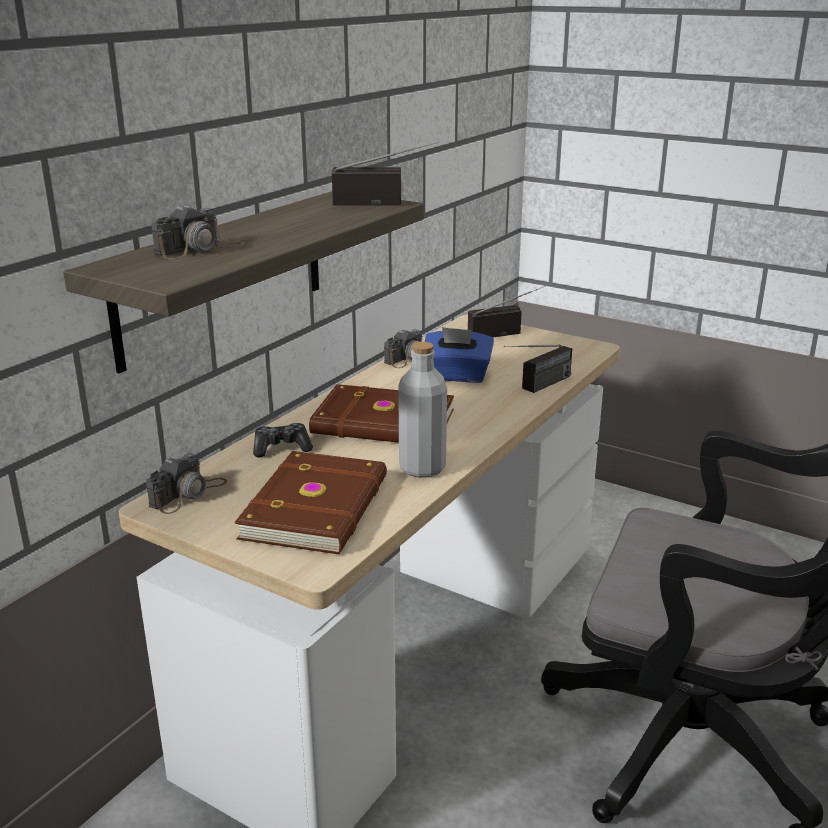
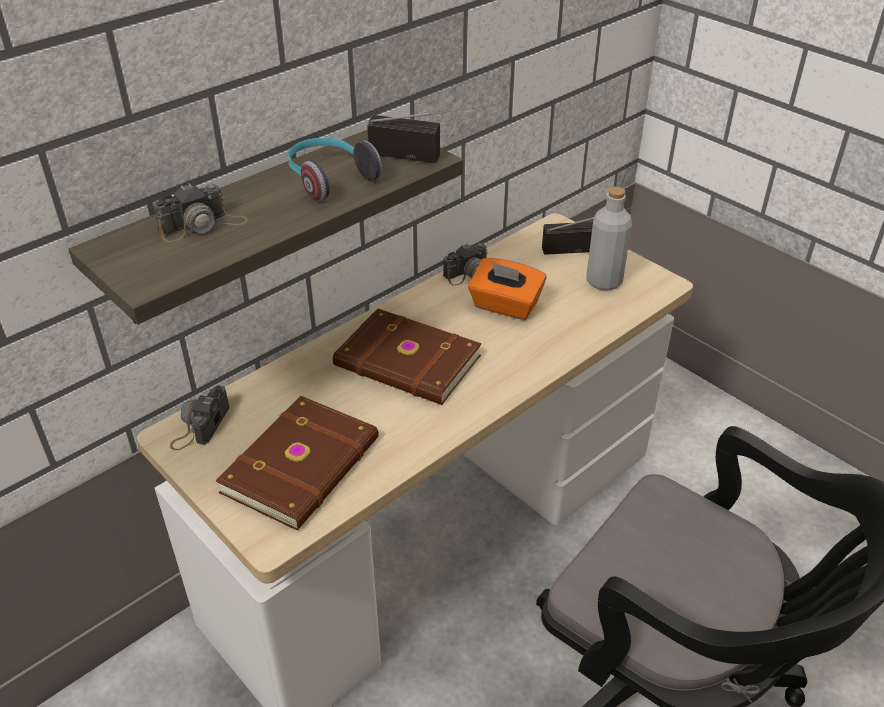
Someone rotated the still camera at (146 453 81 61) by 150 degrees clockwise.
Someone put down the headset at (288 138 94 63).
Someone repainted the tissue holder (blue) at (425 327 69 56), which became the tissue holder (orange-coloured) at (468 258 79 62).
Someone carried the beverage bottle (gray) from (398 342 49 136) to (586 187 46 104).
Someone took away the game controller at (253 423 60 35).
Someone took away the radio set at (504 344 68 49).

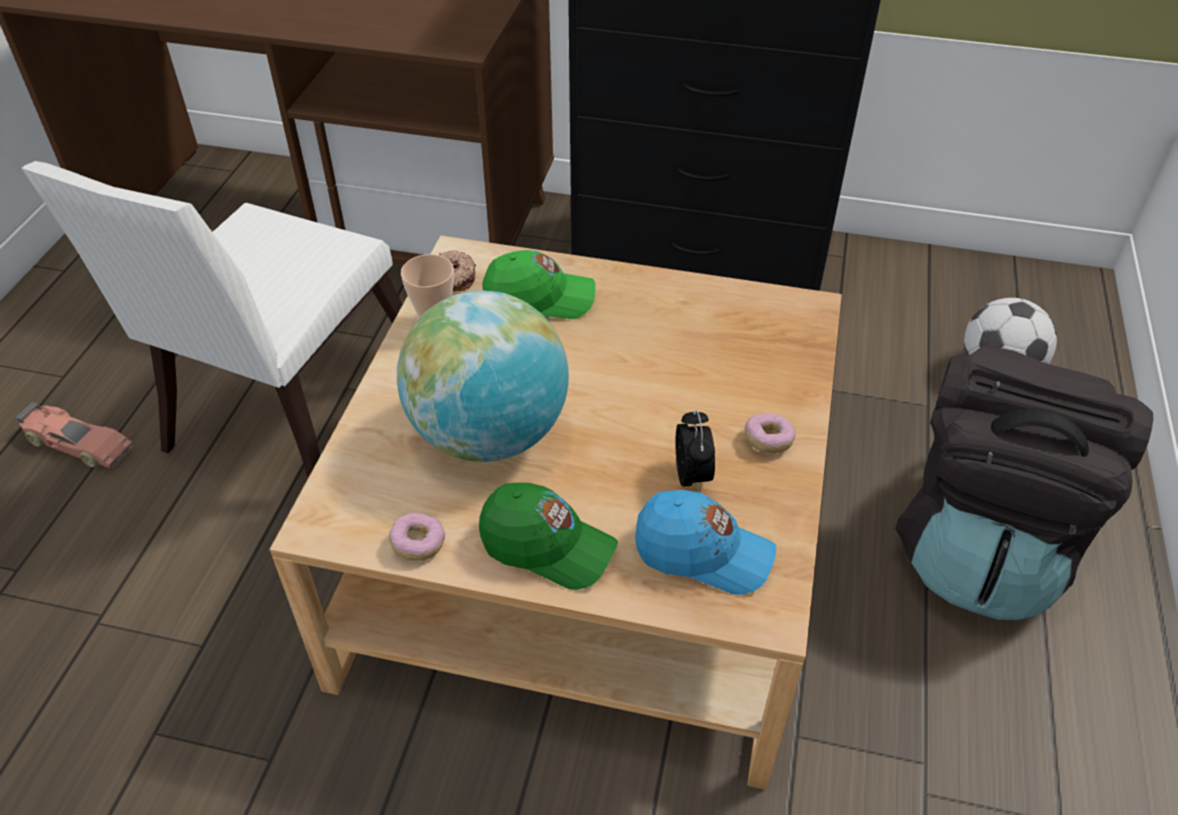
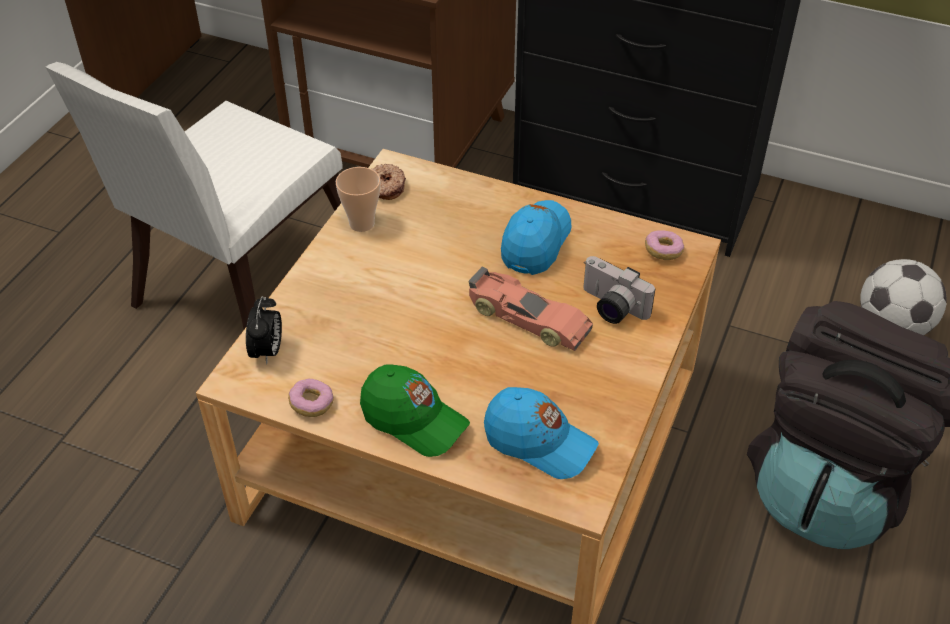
Someone carried the table clock from (675 410 40 82) to (246 296 36 69).
Someone carried the toy car from (16 402 117 67) to (469 267 124 84).
Someone put down the cap (blue) at (501 200 70 75).
Someone put down the still camera at (583 256 72 68).
Someone carried the donut from (744 413 52 40) to (645 230 39 30).
Someone took away the globe at (397 291 172 171).
Someone took away the cap (green) at (483 250 113 69).

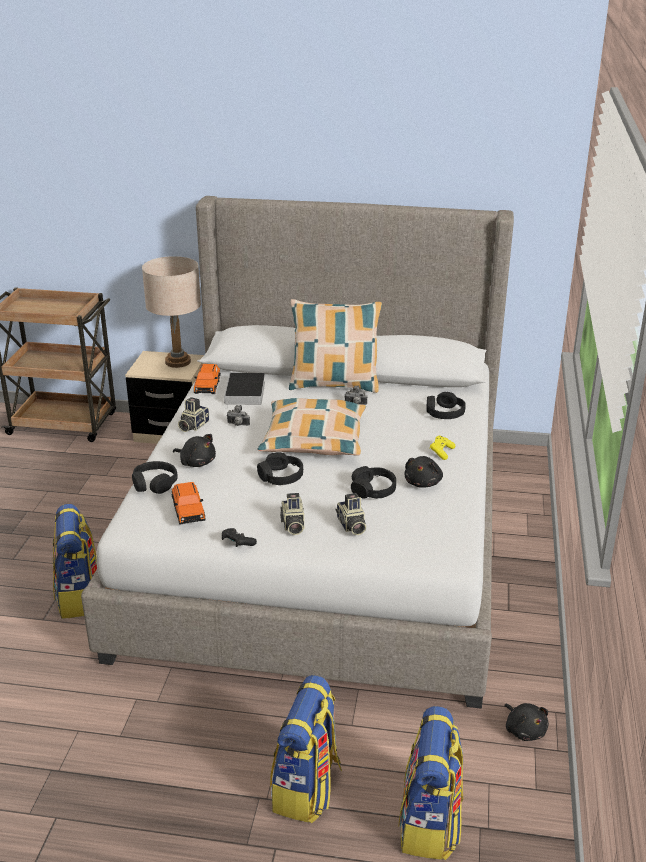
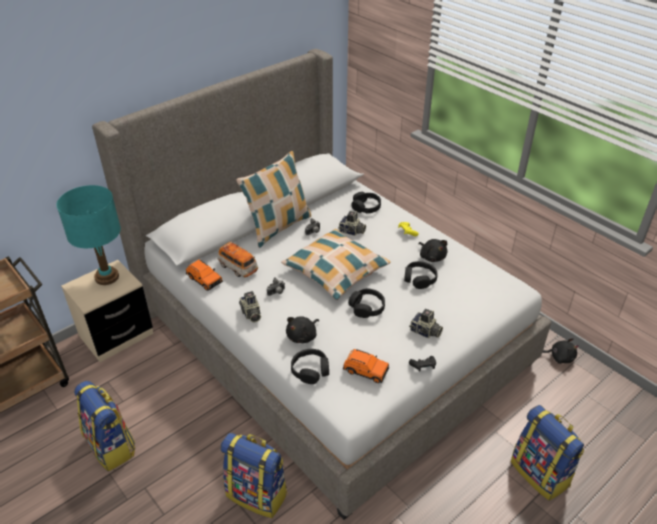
Someone repainted the lamp for a table (beige-coloured) at (142 256 59 112), which became the lamp for a table (blue-green) at (56 185 65 100).
Someone carried the knapsack from (398 706 66 154) to (74 381 61 91).
Someone swapped the volume at (224 373 41 36) for the toy car at (218 242 40 36).
Someone rotated the cuddly toy (blackish) at (173 434 43 33) by 150 degrees clockwise.
Someone carried the still camera from (335 493 31 42) to (338 211 28 25).

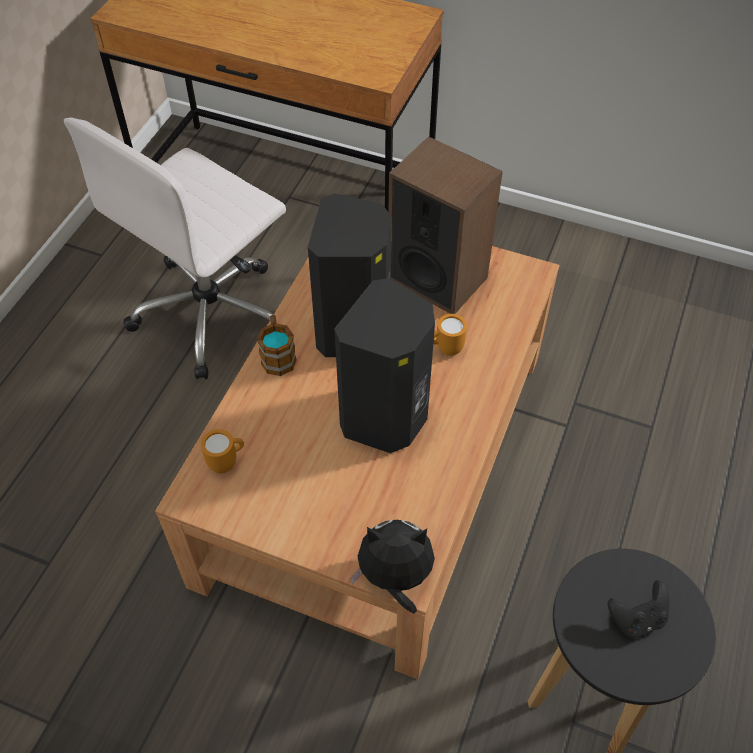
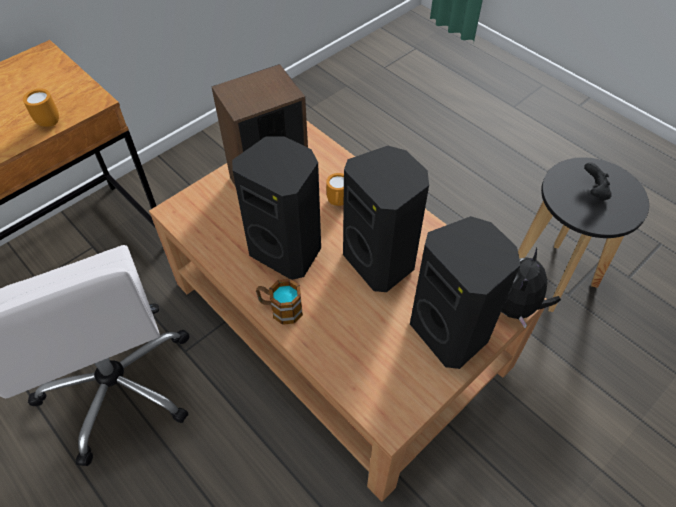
Someone carried the tea mug (orange-coloured) from (201 429 43 45) to (23 89 36 38).
Someone put down the speaker (blackish) at (410 216 110 153).

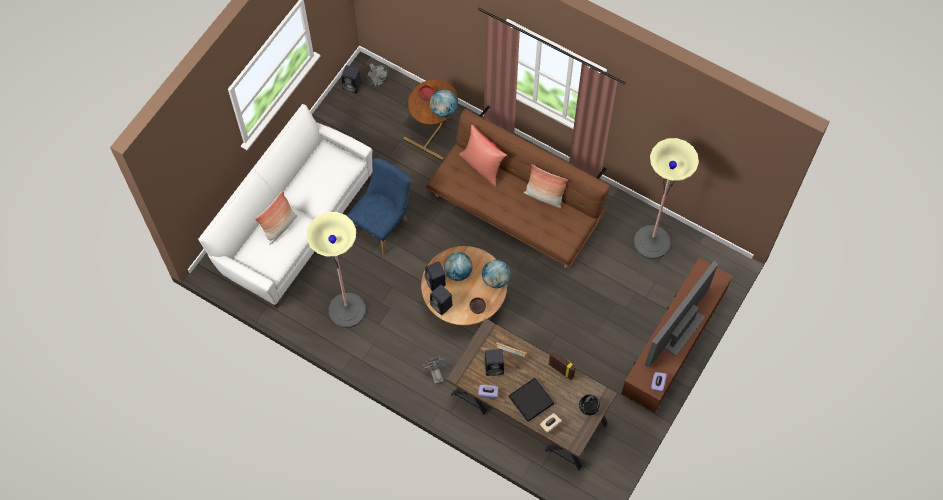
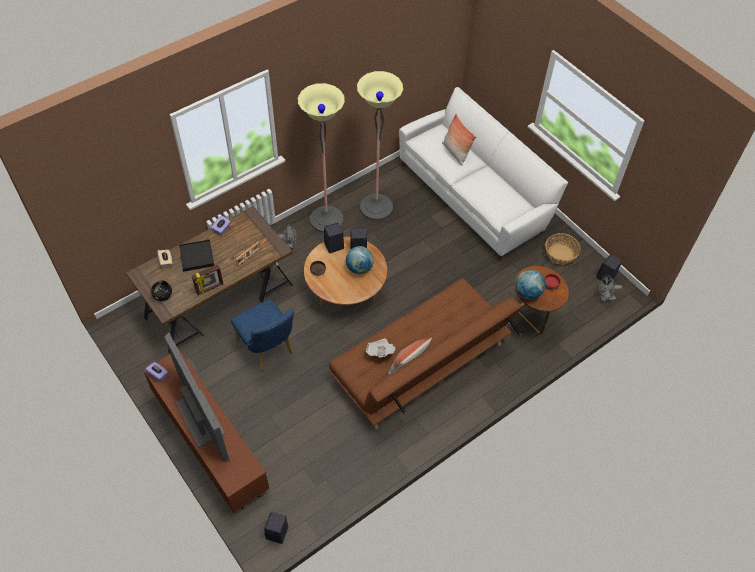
Someone carried the chair (blue) from (347 158 64 96) to (231 299 63 72).
Someone carried the speaker (blackish) from (485 349 19 27) to (264 512 24 32).
Someone carried the standard lamp from (634 138 65 121) to (298 83 47 150).
Someone put down the printed paper at (366 338 30 20).
Someone put down the basket at (545 233 35 32).
Someone took away the cushion (red-coloured) at (459 125 48 61).
Someone took away the globe at (482 260 29 28).

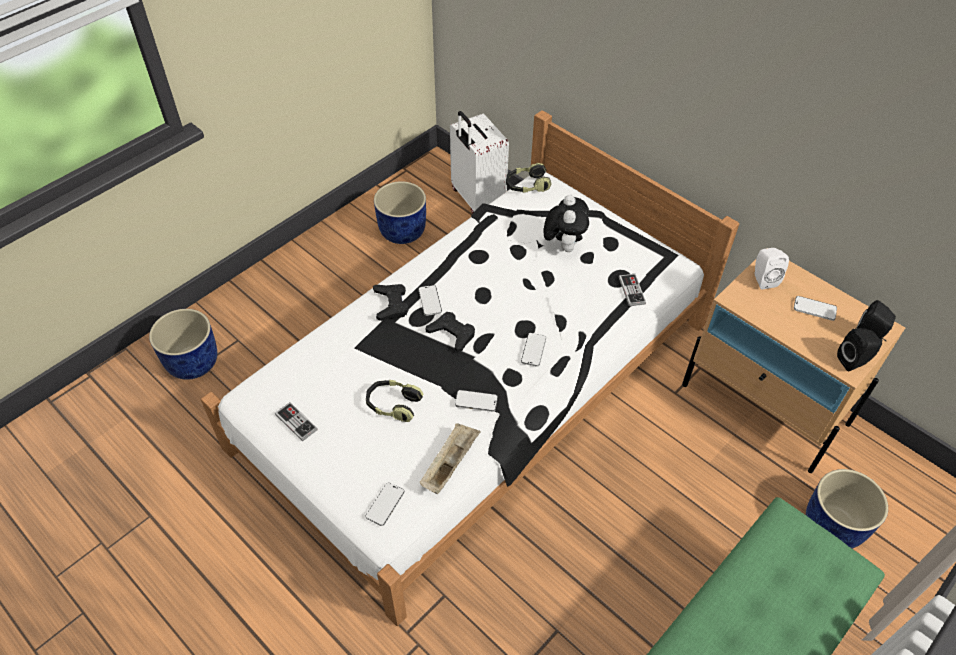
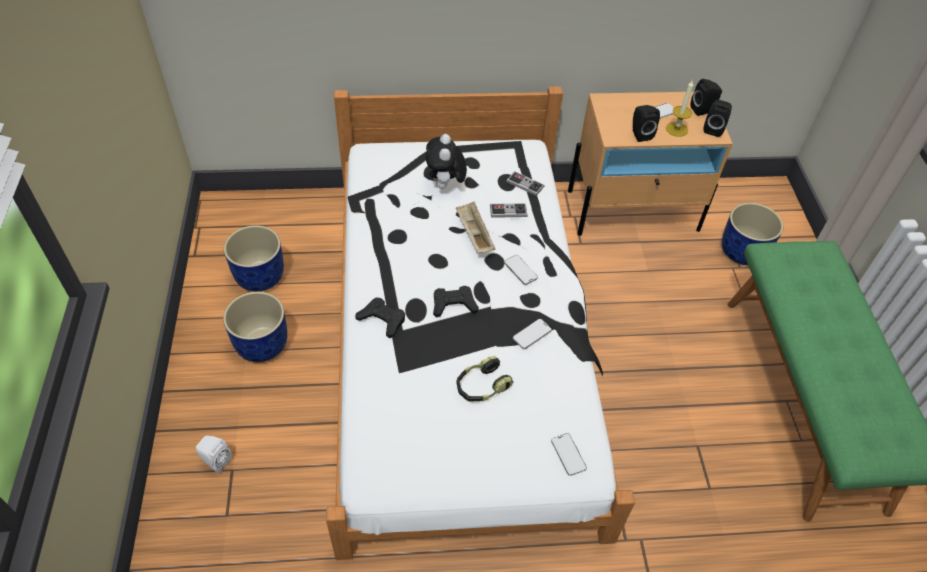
Someone carried the speaker (white) from (754 248 35 41) to (196 436 36 37).
Someone carried the flower pot (blue) from (149 309 68 71) to (223 292 64 70).
Someone rotated the cuddly toy at (544 195 45 57) by 135 degrees counterclockwise.
Someone carried the serving tray (beige-coloured) from (420 423 61 71) to (456 202 39 51).
Someone carried the game controller from (275 402 43 40) to (490 203 37 15).
Someone put down the speaker (blackish) at (633 105 27 37).
Someone put down the candle at (666 81 27 56).
Someone took away the handset at (419 285 23 31).
Someone took away the piece of luggage (white) at (450 111 59 103).
Someone took away the headset at (506 163 46 30).

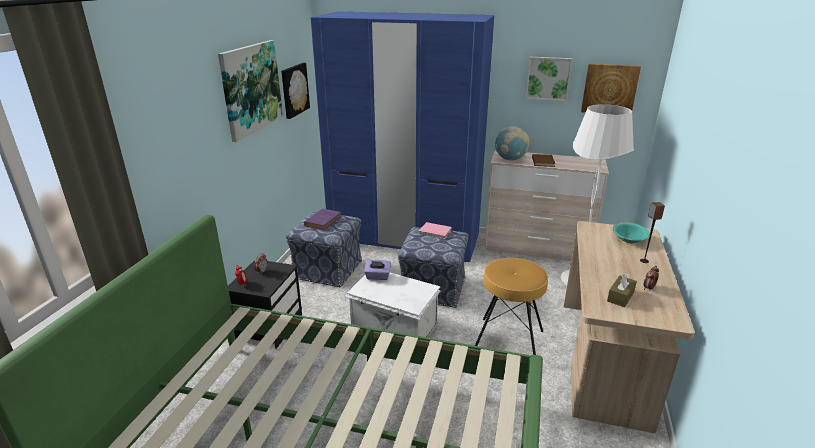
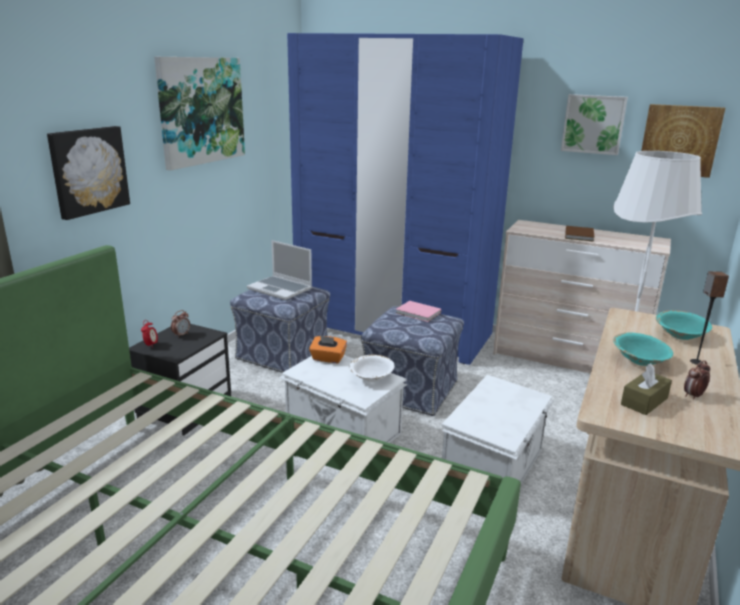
Someone carried the wall picture from (281 63 29 56) to (47 126 83 94).
Someone swapped the volume (purple-coloured) at (304 209 37 22) for the notebook computer at (247 240 65 60).
Someone repainted the tissue holder (purple-coloured) at (364 260 27 20), which became the tissue holder (orange-coloured) at (309 335 38 29).
Someone put down the serving bowl (white) at (349 355 46 27).
Someone swapped the stool (brown) at (475 258 73 97) for the storage bin (white) at (441 375 113 109).
Someone put down the serving bowl (blue-green) at (613 333 60 33).
Someone took away the globe at (495 126 35 35).

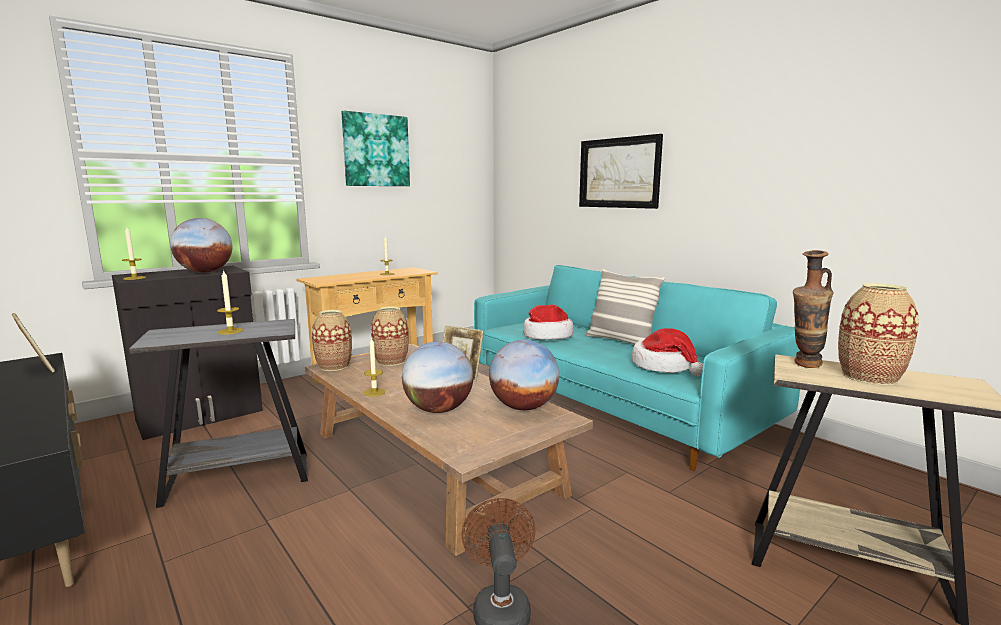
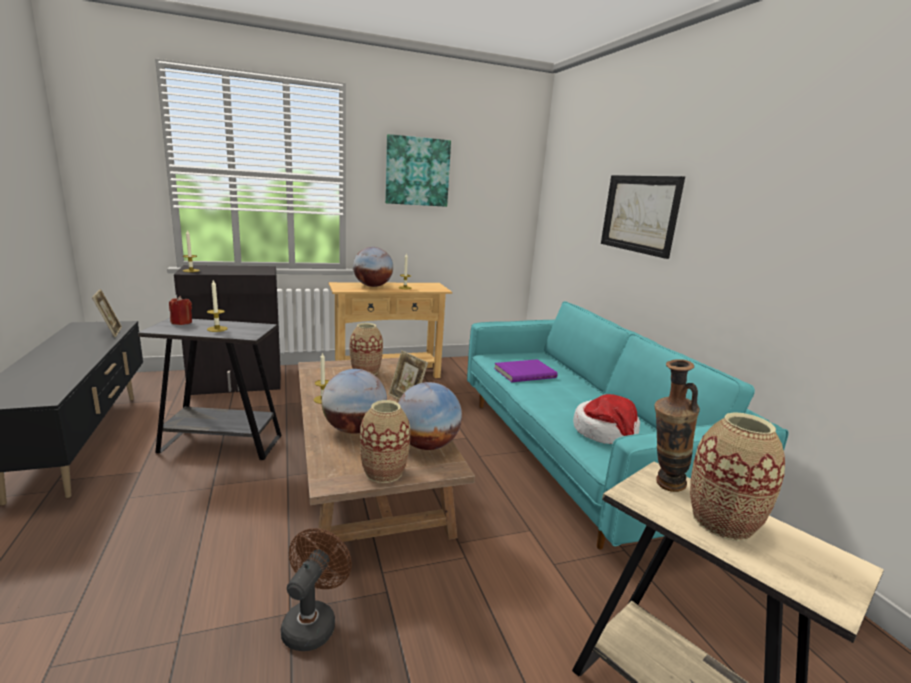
Someone put down the candle (red-coloured) at (169 296 23 29).
Someone carried the globe from (170 218 63 55) to (353 247 40 40).
Someone carried the flower vase from (312 310 40 61) to (360 400 50 83).
Someone swapped the clothing hat at (523 304 51 36) for the volume (purple-coloured) at (494 359 64 23).
Someone took away the cushion at (586 269 79 75).

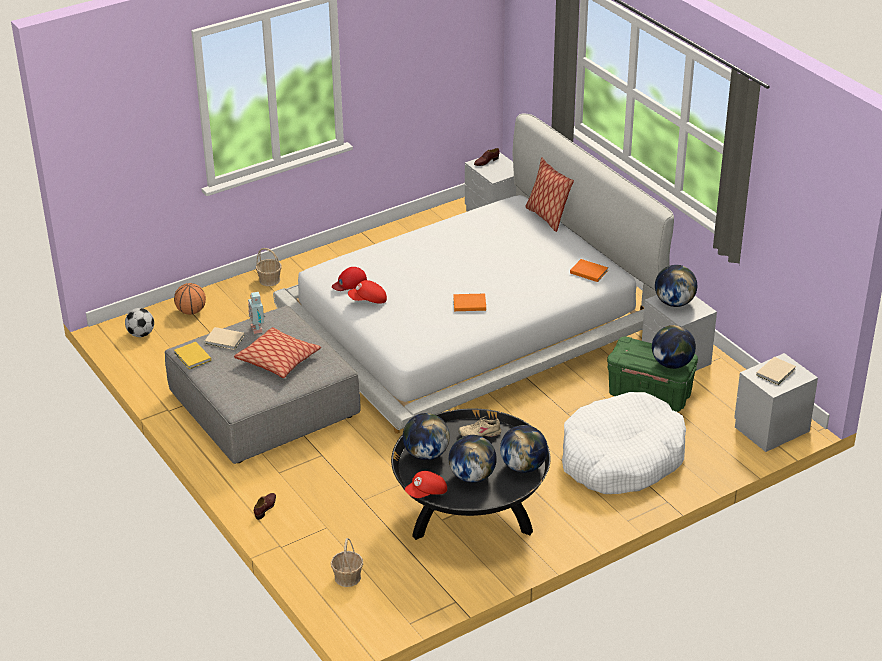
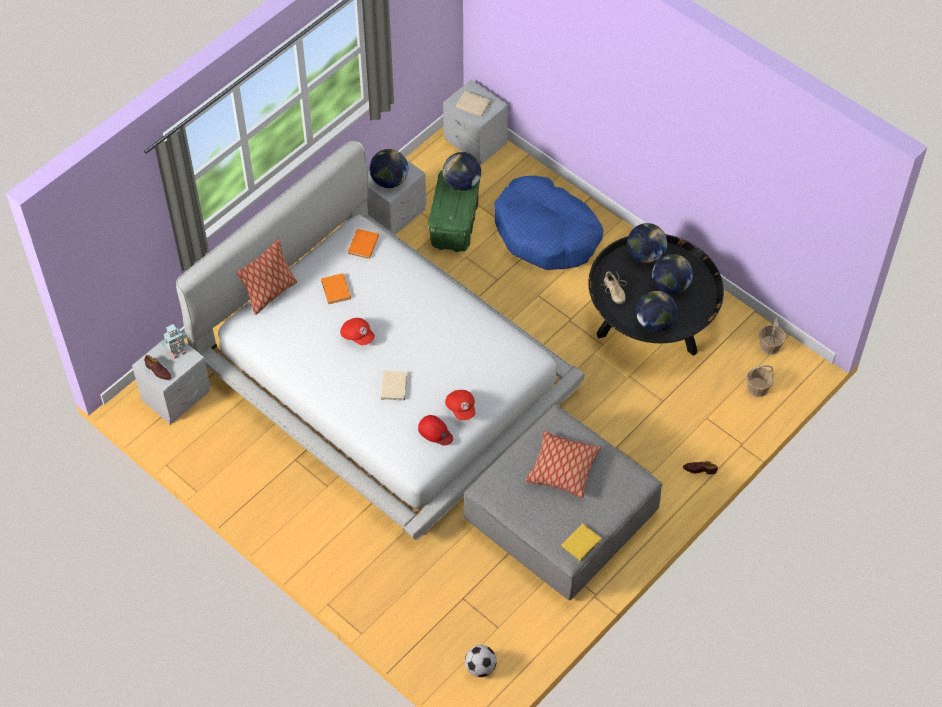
Someone carried the robot figure from (248 292 17 42) to (162 324 24 35).
Someone carried the volume (orange-coloured) from (453 293 33 18) to (321 273 30 31).
Someone carried the cap (red-coloured) from (405 471 42 27) to (340 318 35 27).
Someone carried the volume (beige-coloured) from (205 327 39 23) to (381 371 26 30).
Someone repainted the dog cushion (white) at (562 392 124 102), which became the dog cushion (blue) at (494 176 109 94).
Someone carried the basket from (256 248 26 38) to (759 318 27 37).
Someone took away the basketball ball at (174 283 32 32).

